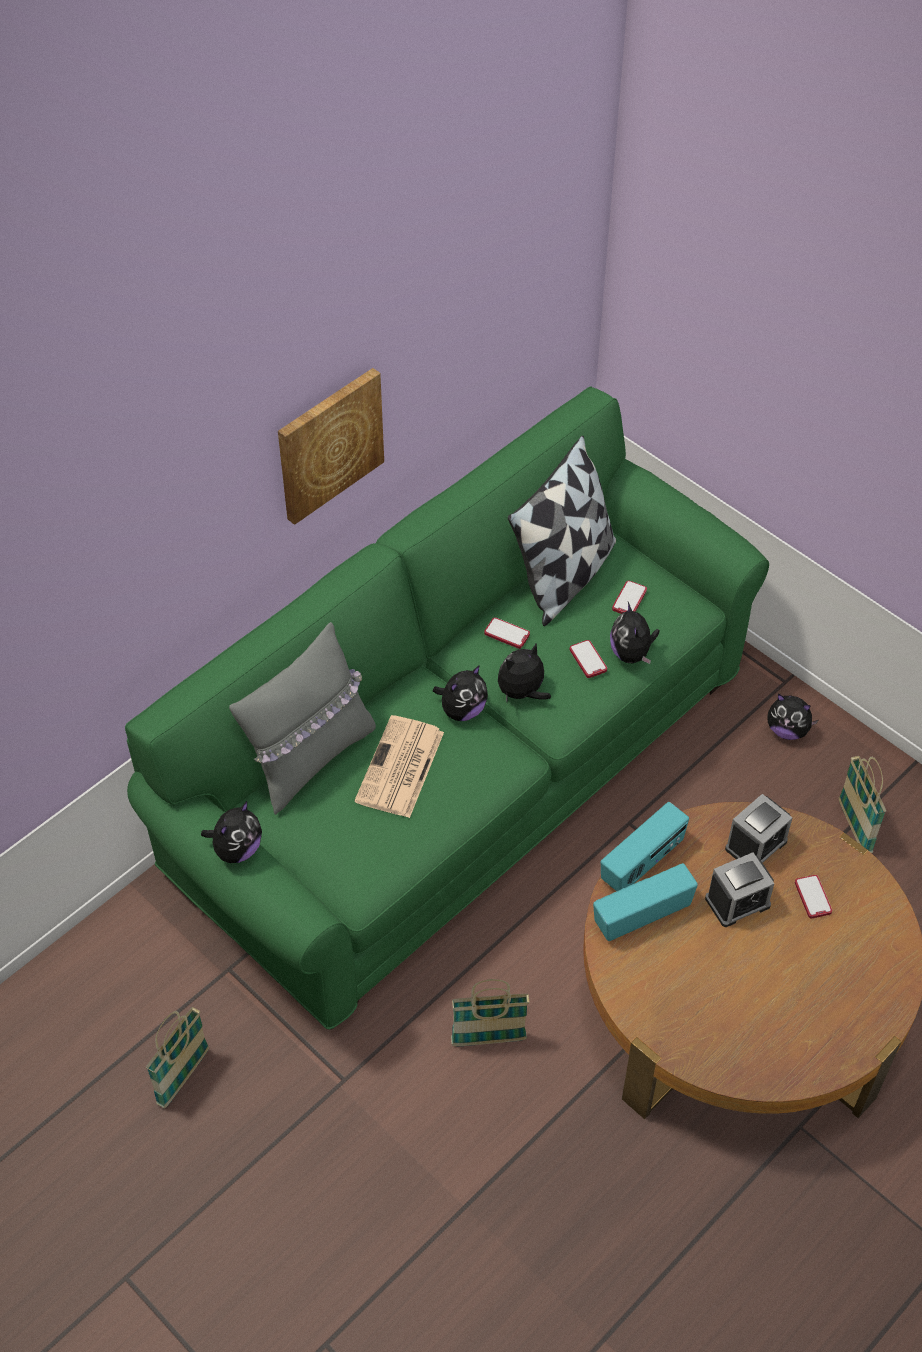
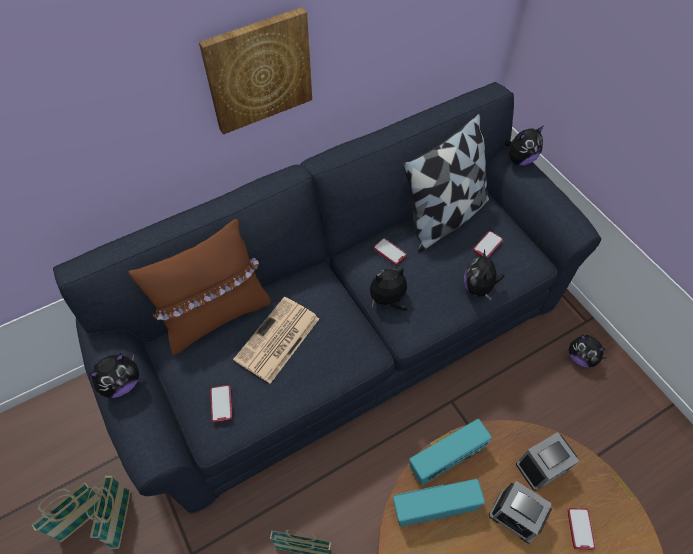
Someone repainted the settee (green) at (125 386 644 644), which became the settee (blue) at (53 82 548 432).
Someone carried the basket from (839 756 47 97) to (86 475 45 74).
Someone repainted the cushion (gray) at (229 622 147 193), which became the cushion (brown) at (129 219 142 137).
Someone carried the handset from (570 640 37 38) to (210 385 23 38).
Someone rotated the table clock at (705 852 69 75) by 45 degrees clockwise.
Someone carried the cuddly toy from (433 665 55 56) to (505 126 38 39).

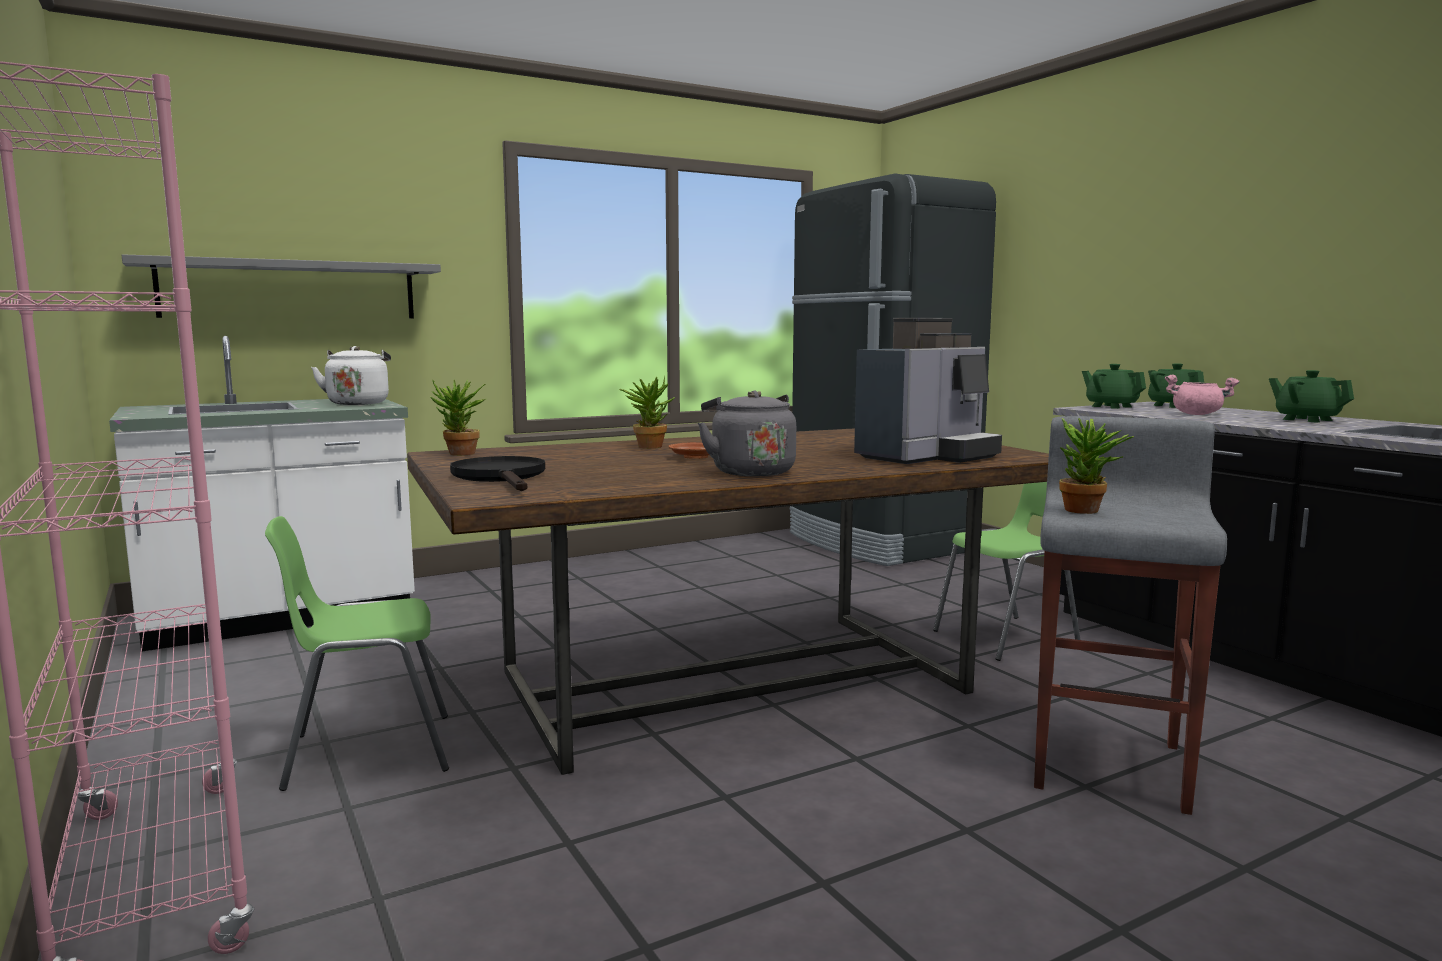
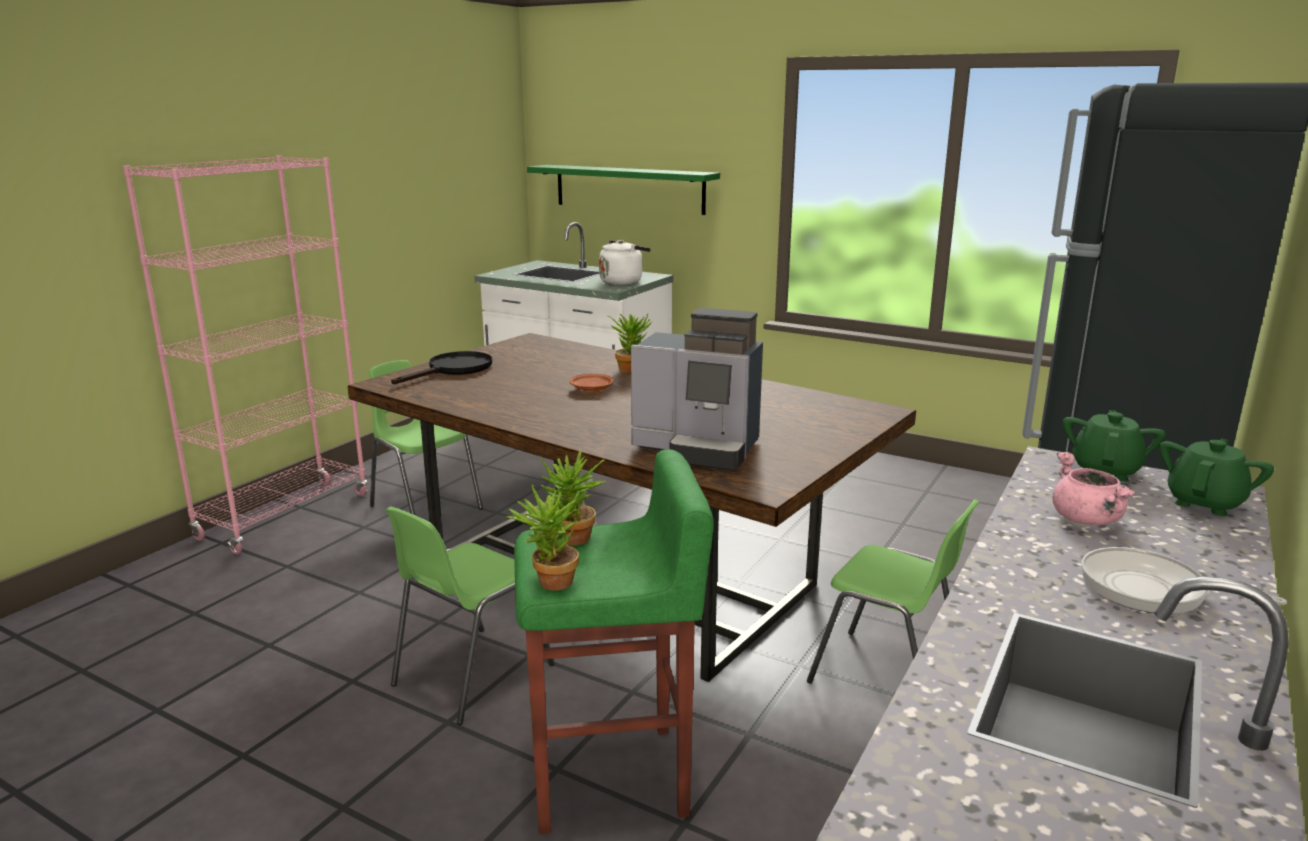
Someone put down the chair (green) at (386 507 168 218).
Someone carried the houseplant from (430 380 56 76) to (506 484 74 107).
Someone repainted the stool (gray) at (1034 416 193 399), which became the stool (green) at (514 449 200 385).
Someone repainted the bracket shelf (gray) at (121 254 320 64), which became the bracket shelf (green) at (527 165 193 50).
Someone swapped the pot for tea (green) at (1269 370 85 52) for the pan at (1081 547 206 67).
Someone took away the tea kettle (gray) at (698 390 98 86).

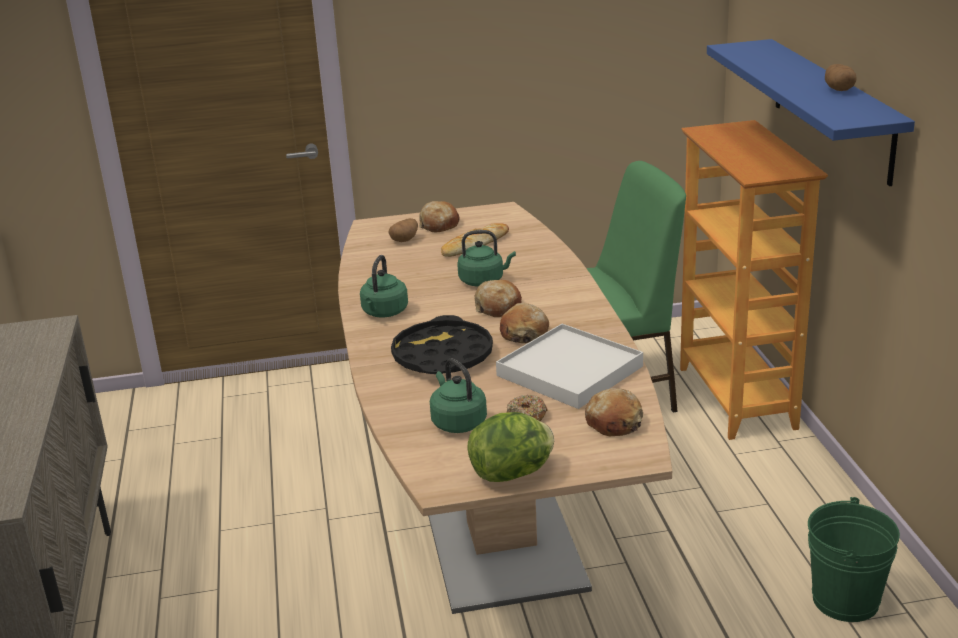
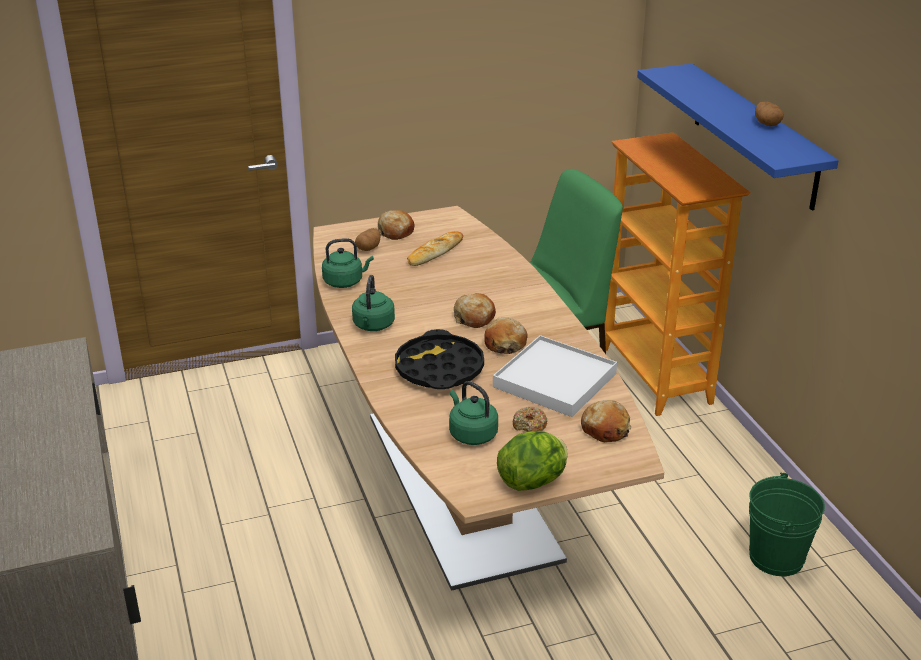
Someone carried the tea kettle (green) from (457 230 59 57) to (322 238 52 50).

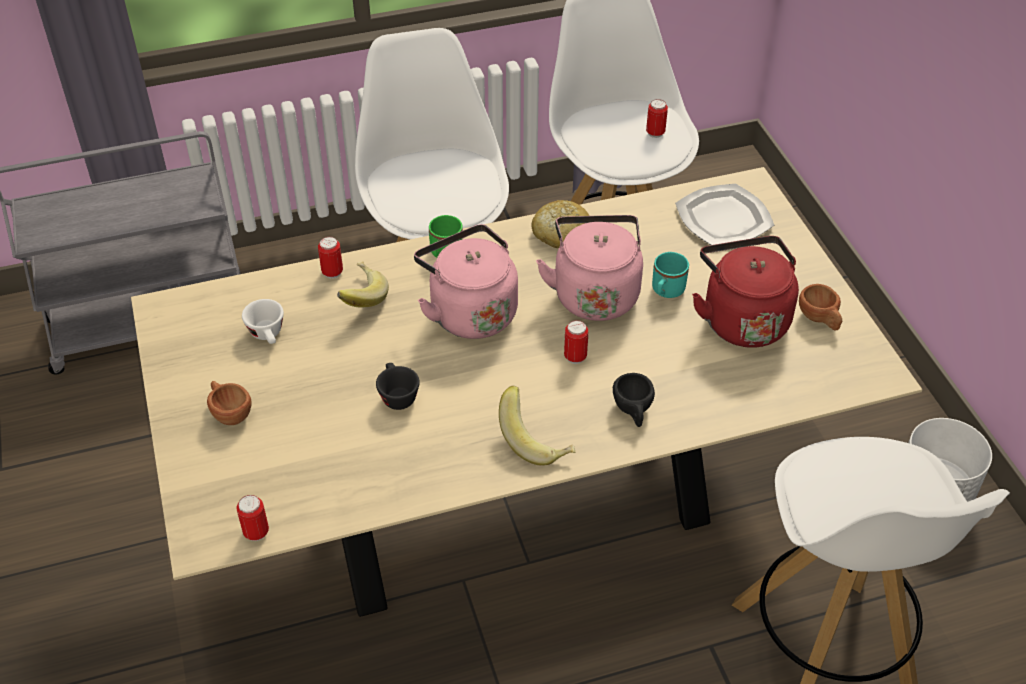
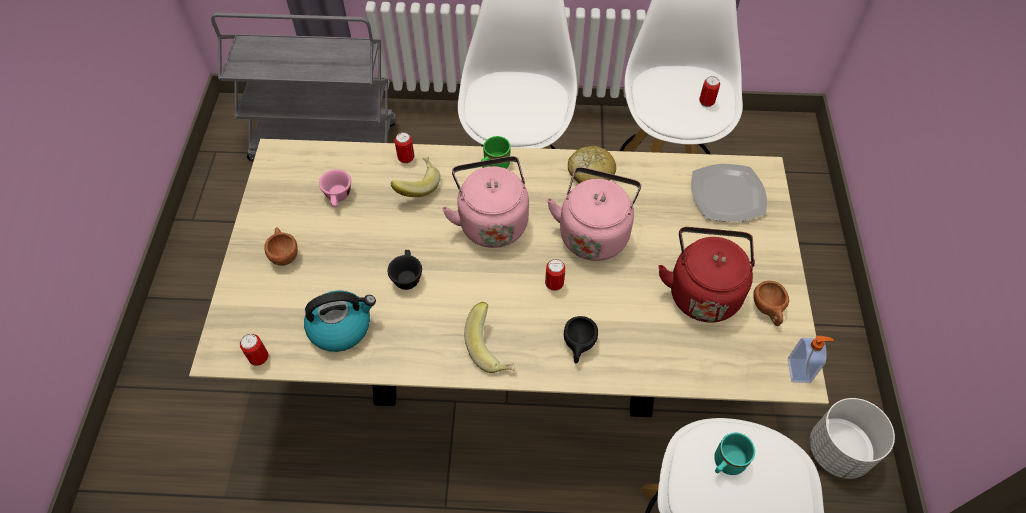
Someone put down the tea kettle at (304 290 72 62).
Someone repainted the drinking cup (white) at (242 299 42 45), which became the drinking cup (pink) at (319 169 32 38).
Someone carried the tea mug (blue-green) from (652 252 37 46) to (714 432 41 43).
Someone put down the soap dispenser at (788 336 46 47).

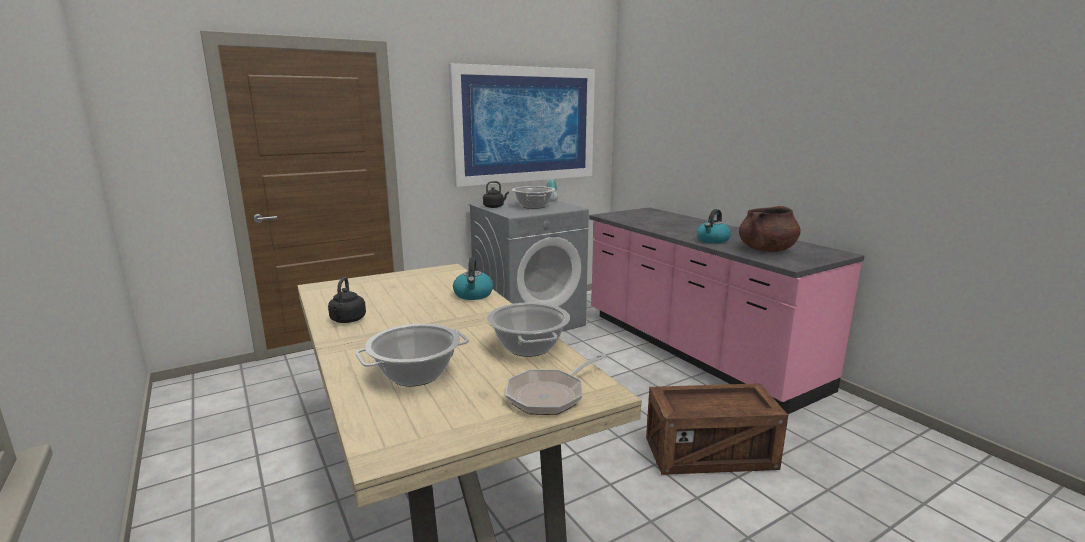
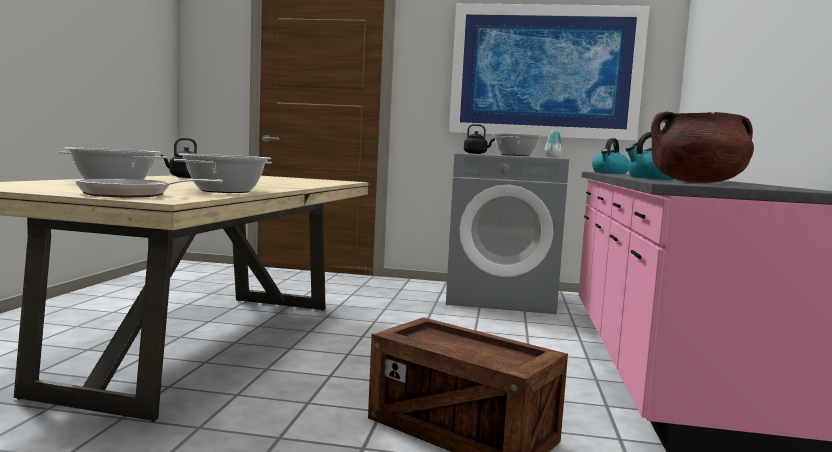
Someone carried the tea kettle from (453 257 40 43) to (592 138 37 36).

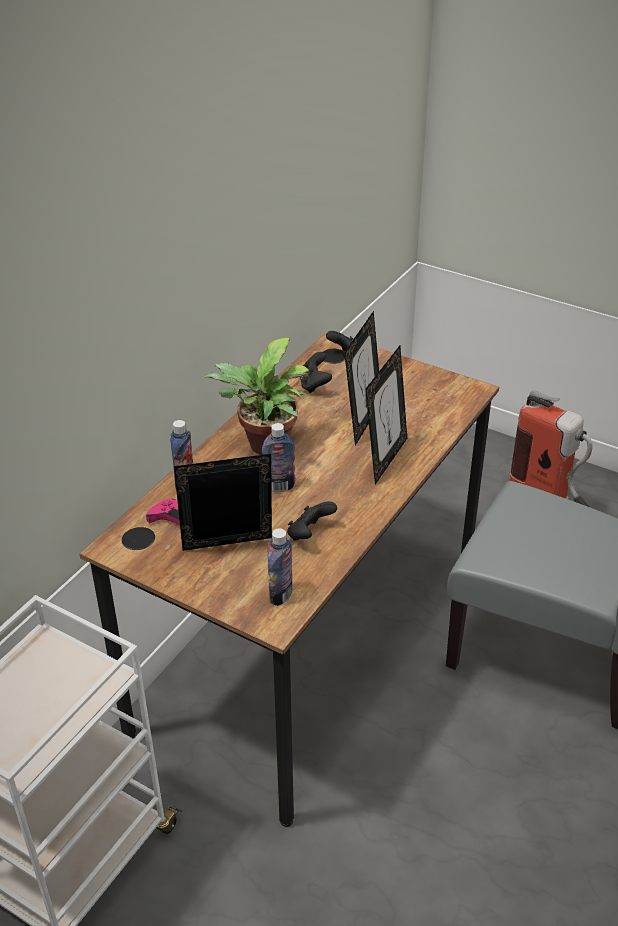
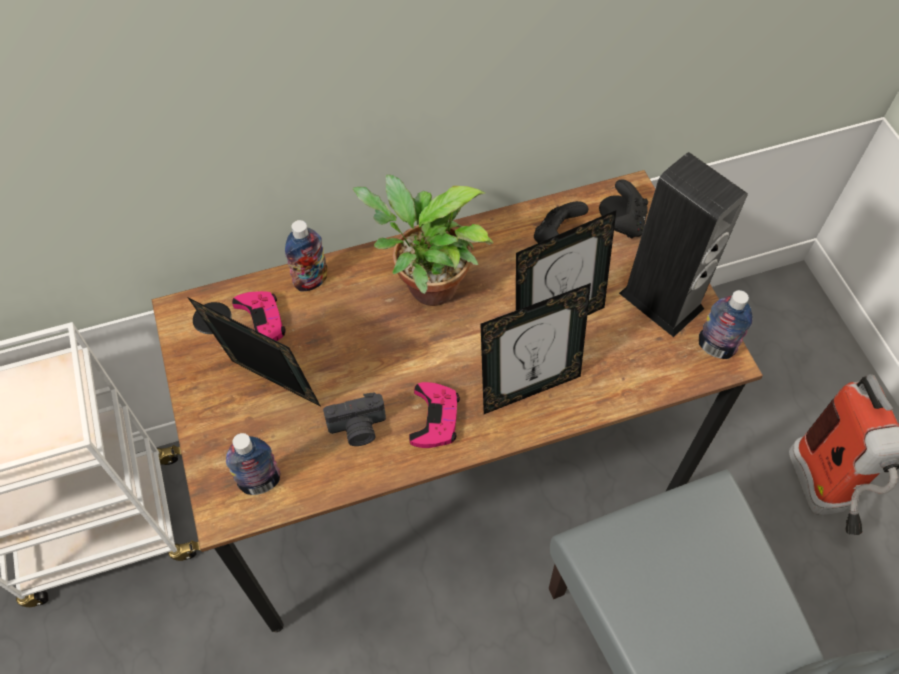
Someone swapped the game controller (blackish) at (287 501 50 40) for the still camera at (323 392 63 54).
Someone put down the game controller (pink) at (409 382 51 66).
Someone put down the speaker at (619 152 129 185).
Someone carried the beverage bottle from (262 423 34 69) to (699 290 53 69).

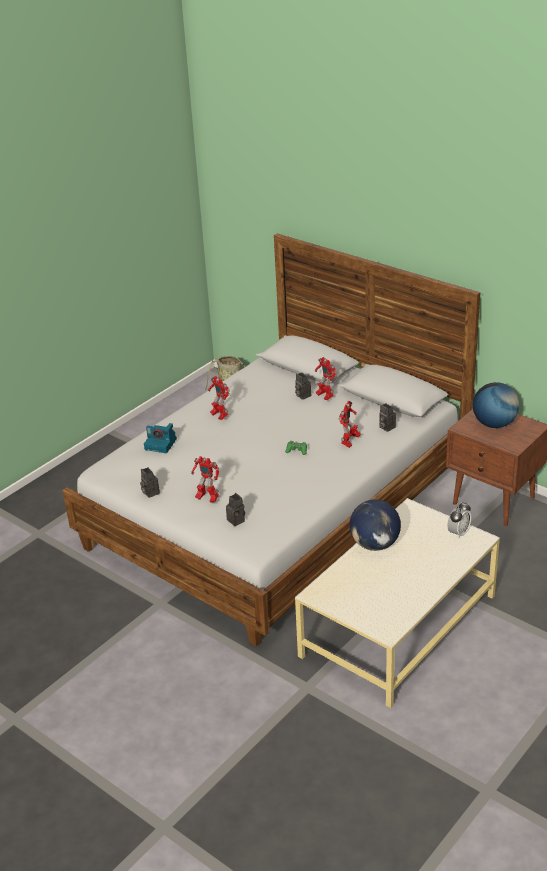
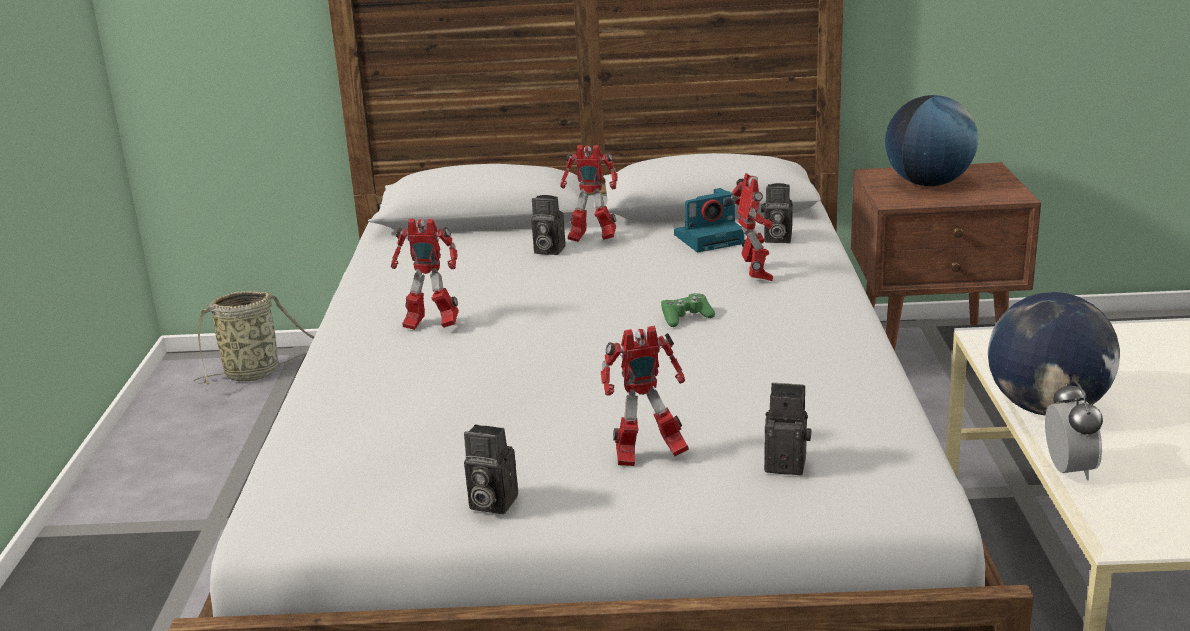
Someone carried the still camera from (144 423 33 30) to (674 188 70 64).
Someone carried the table clock from (447 502 24 37) to (1045 379 58 102).

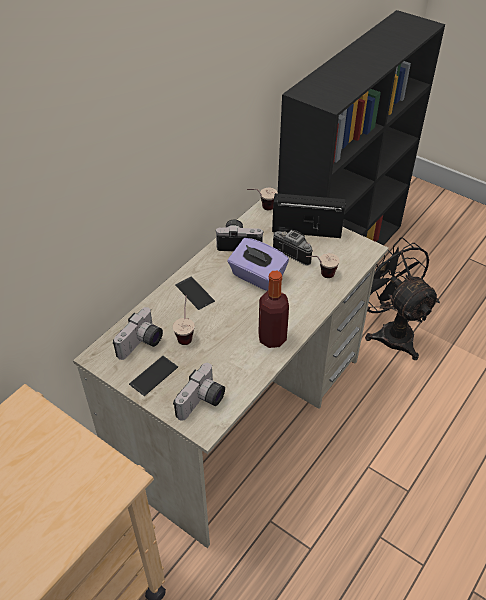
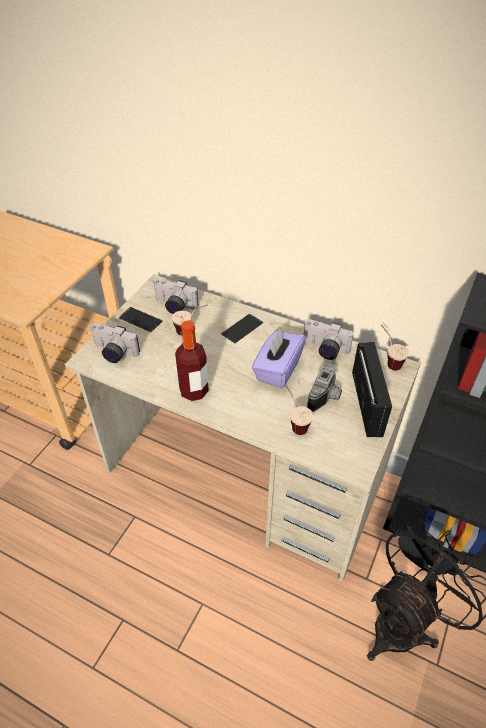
Someone rotated the still camera at (216 220 47 31) by 120 degrees clockwise.

